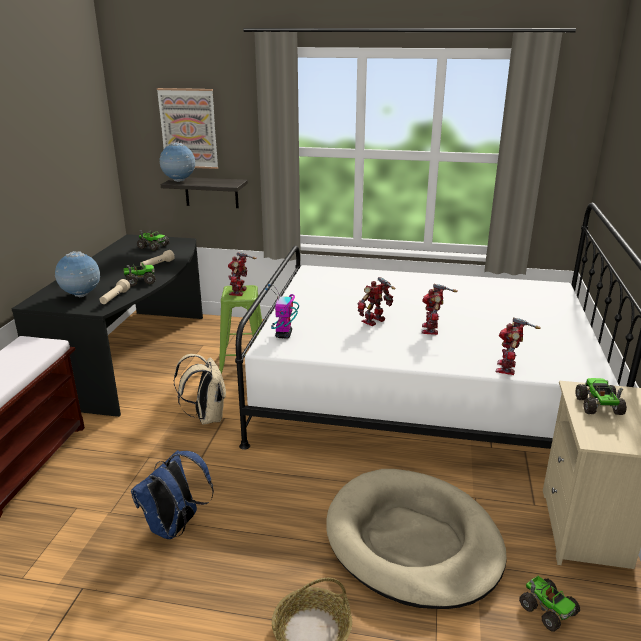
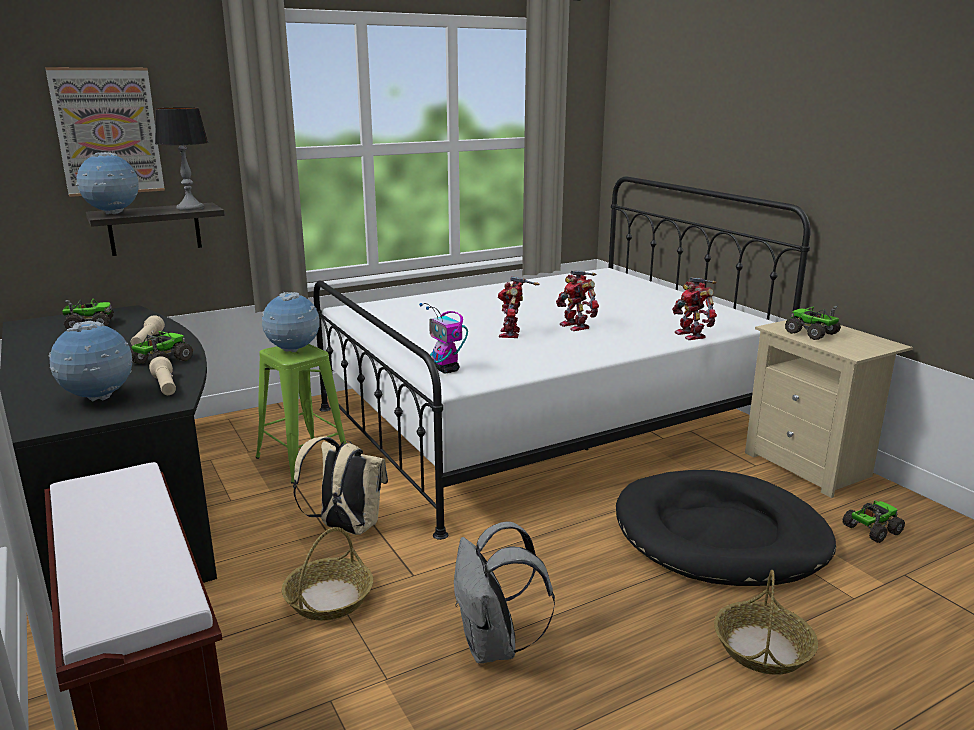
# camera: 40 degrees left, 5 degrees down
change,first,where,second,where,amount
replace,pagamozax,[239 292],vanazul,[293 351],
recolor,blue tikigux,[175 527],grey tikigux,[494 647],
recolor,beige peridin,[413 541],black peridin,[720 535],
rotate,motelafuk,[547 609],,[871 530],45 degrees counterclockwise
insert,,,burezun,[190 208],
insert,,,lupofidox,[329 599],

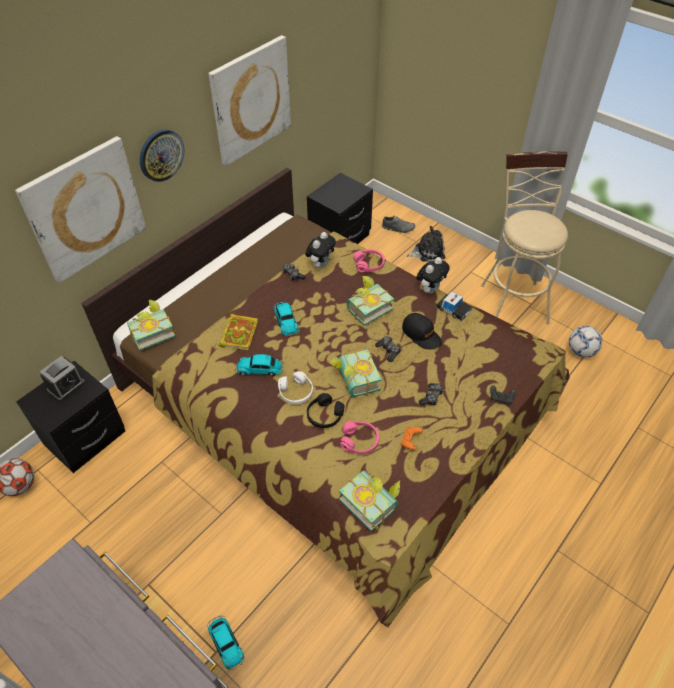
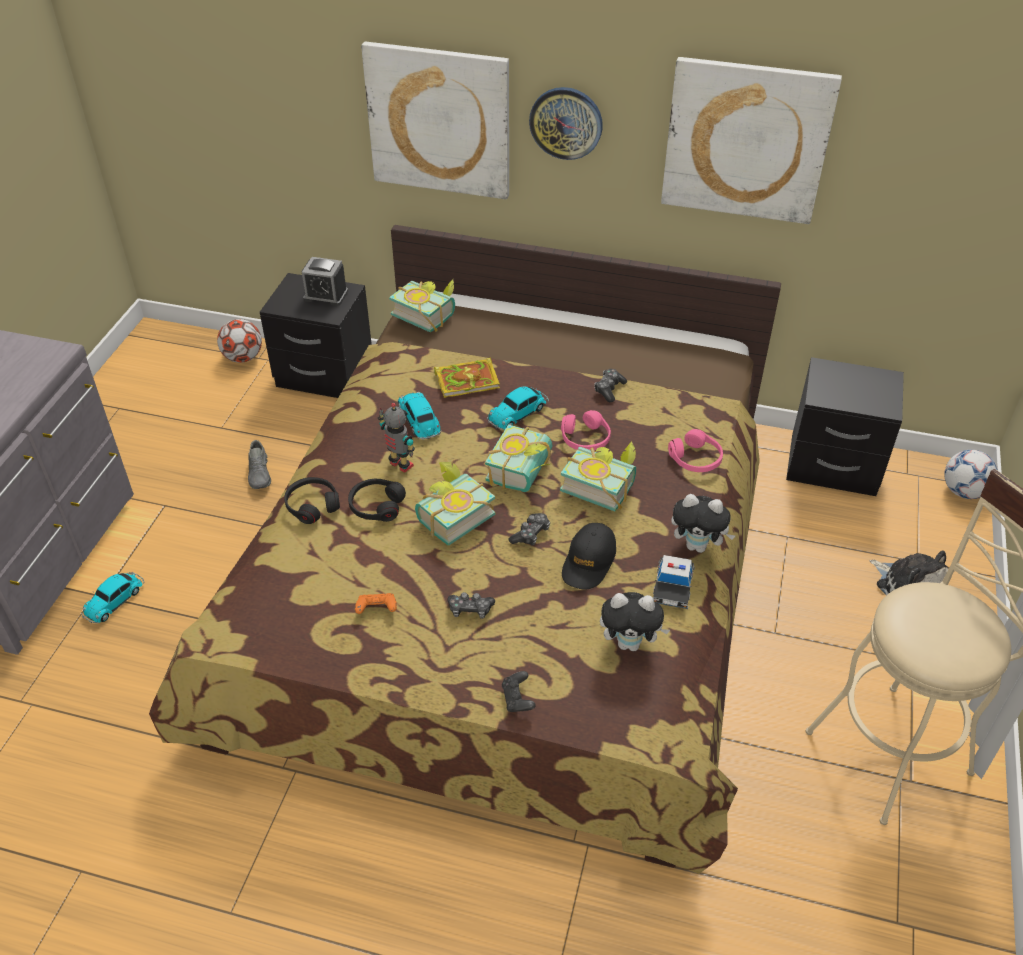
# camera: 65 degrees right, 5 degrees down
change,first,where,second,where,amount
move,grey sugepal,[398 228],,[260 474],
move,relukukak,[320 264],,[630 643],
move,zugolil,[581 351],,[963 491],
replace,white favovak,[296 392],pagamozax,[400 466],
move,pink favovak,[359 441],,[585 438],
move,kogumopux,[372 502],,[525 472],
insert,,,black favovak,[312 505],

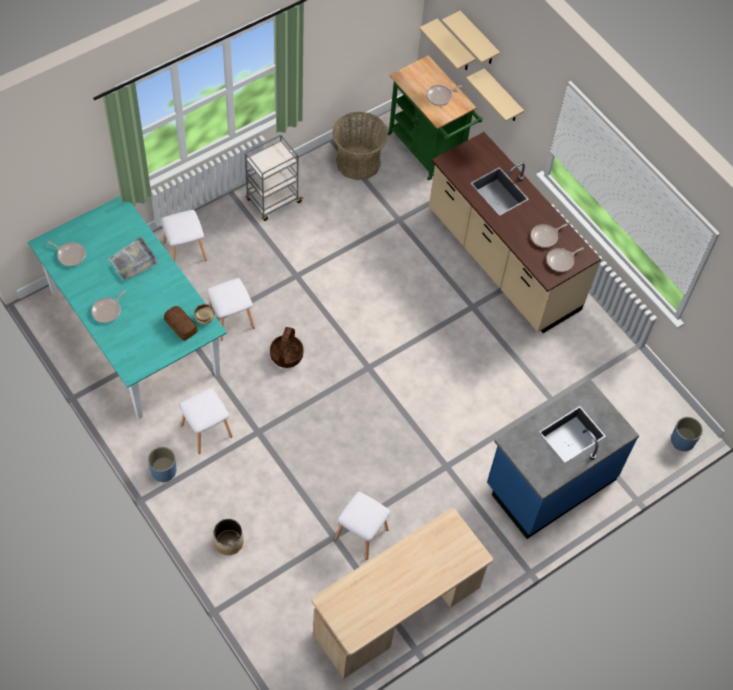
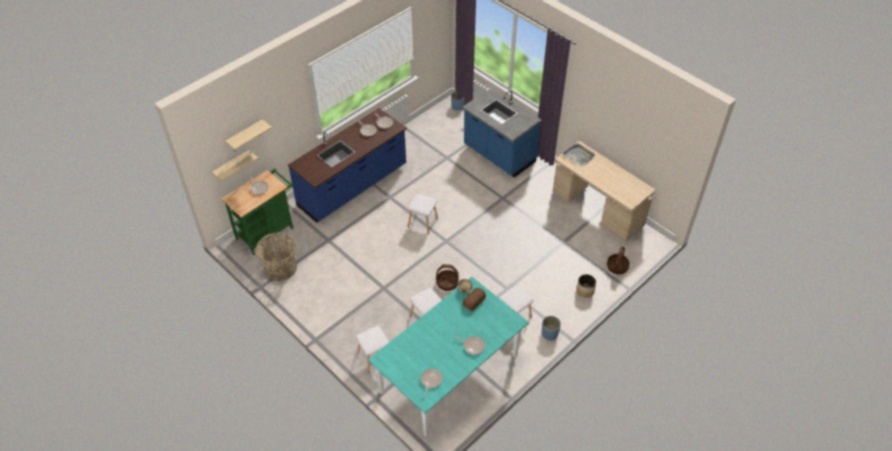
# camera: 95 degrees left, 10 degrees down
change,first,where,second,where,amount
delete,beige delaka,[502 97],,,
recolor,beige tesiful,[502 261],blue tesiful,[353 186],
delete,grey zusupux,[273 201],,,
move,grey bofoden,[133 261],,[578 155],
move,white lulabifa,[361 533],,[422 223],
insert,,,lupofidox,[617 267],

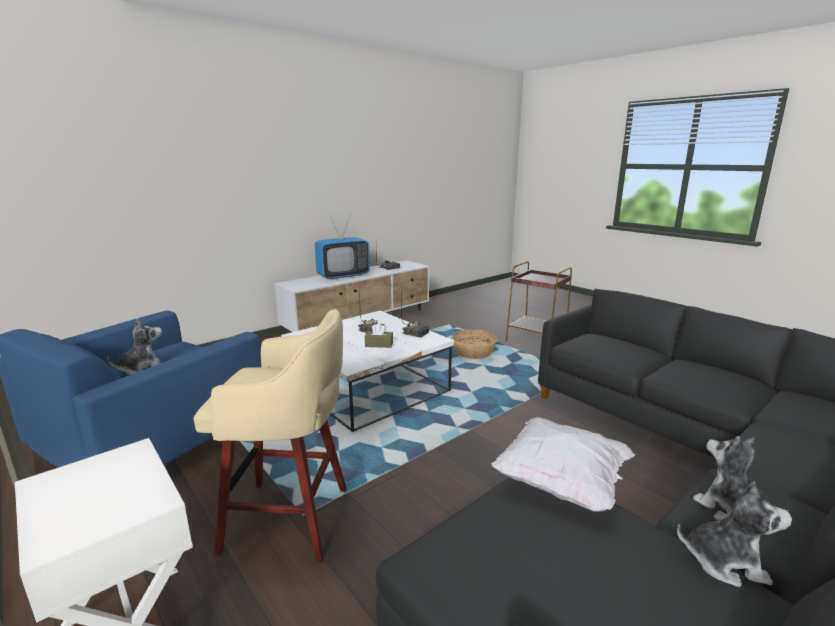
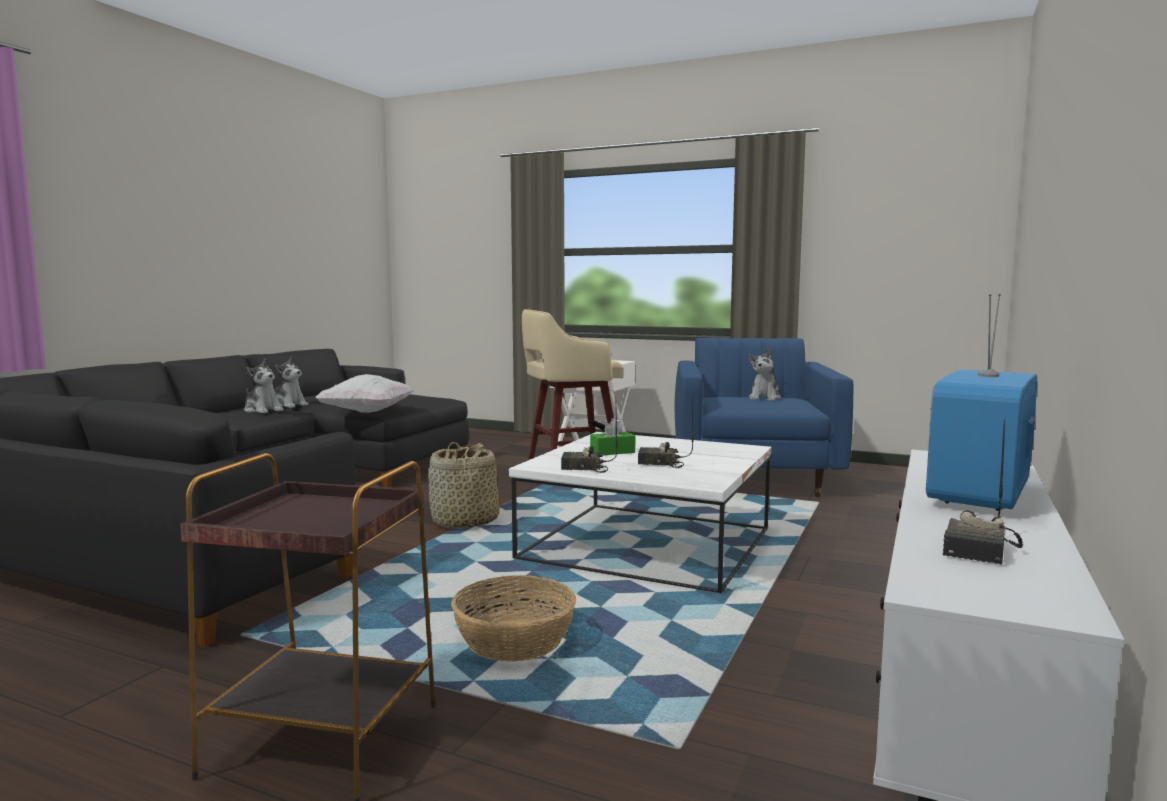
# camera: 155 degrees right, 10 degrees down
change,first,where,second,where,amount
recolor,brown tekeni,[379 344],green tekeni,[612 452],
rotate,relukukak,[724 562],,[288 405],135 degrees counterclockwise
insert,,,lupofidox,[464 522],

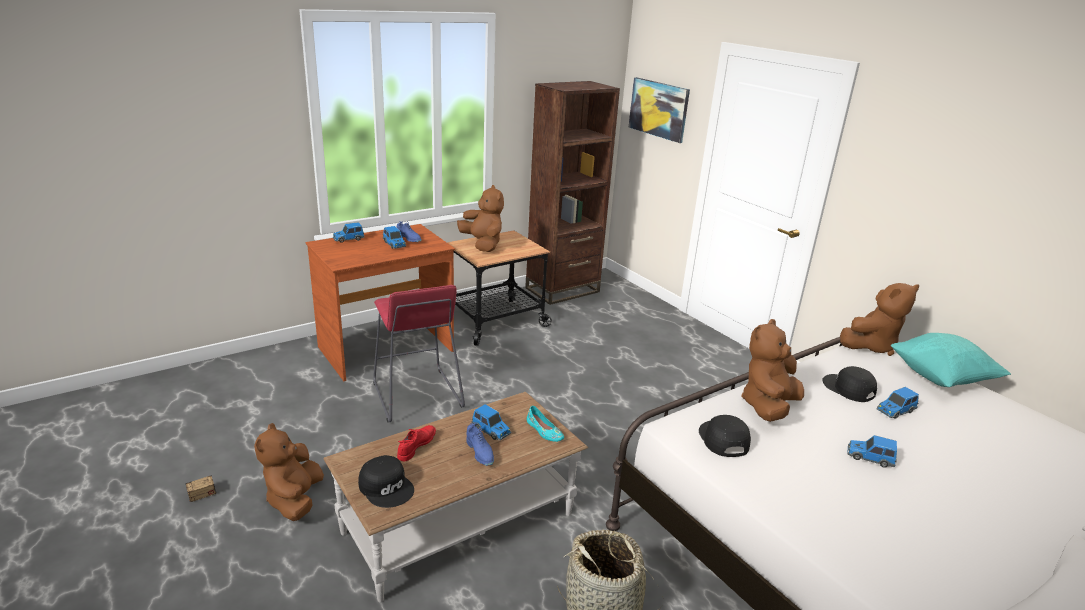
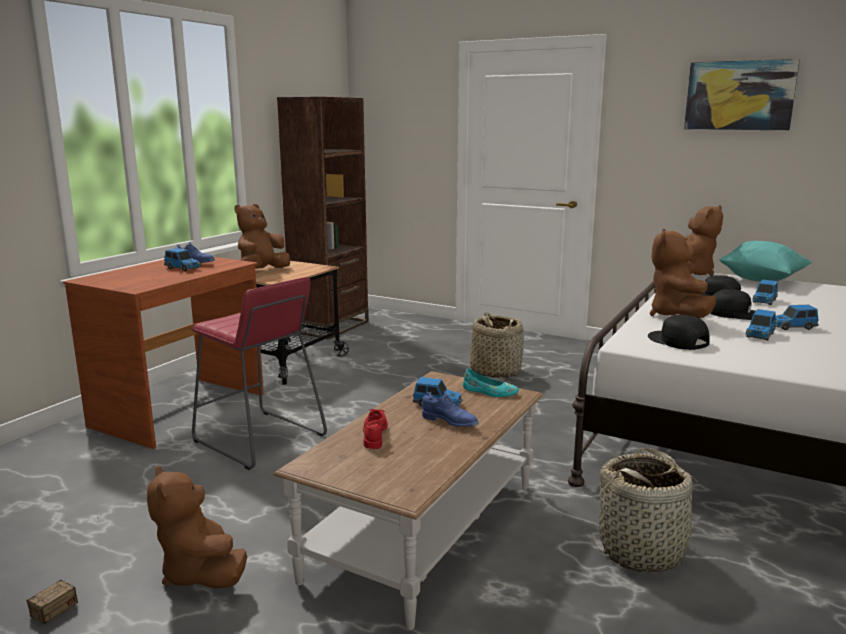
# camera: 25 degrees left, 10 degrees down
change,first,where,second,where,amount
move,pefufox,[659 109],,[739 95],
rotate,brown relukukak,[483 244],,[262 271],90 degrees counterclockwise
move,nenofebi,[348 239],,[759 335],
move,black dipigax,[387 487],,[735 313],
insert,,,lupofidox,[495 371],

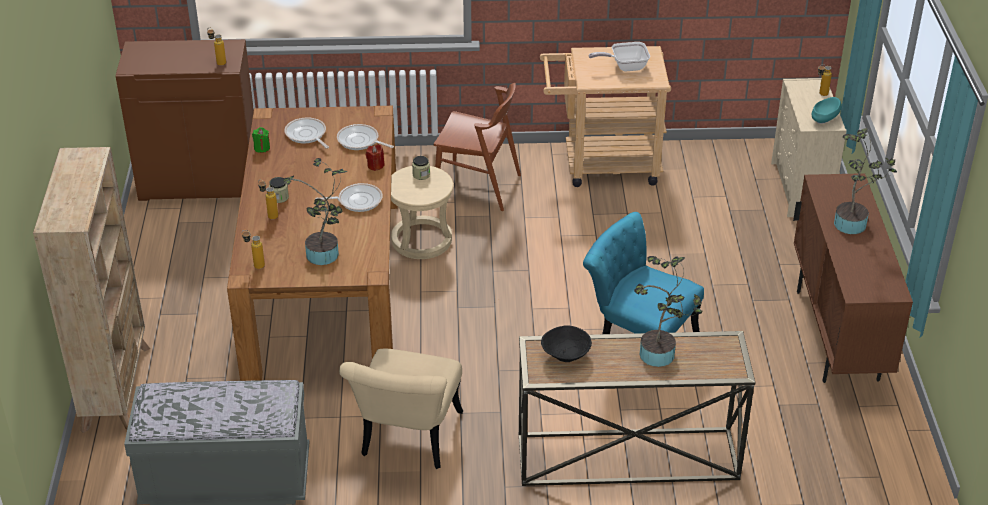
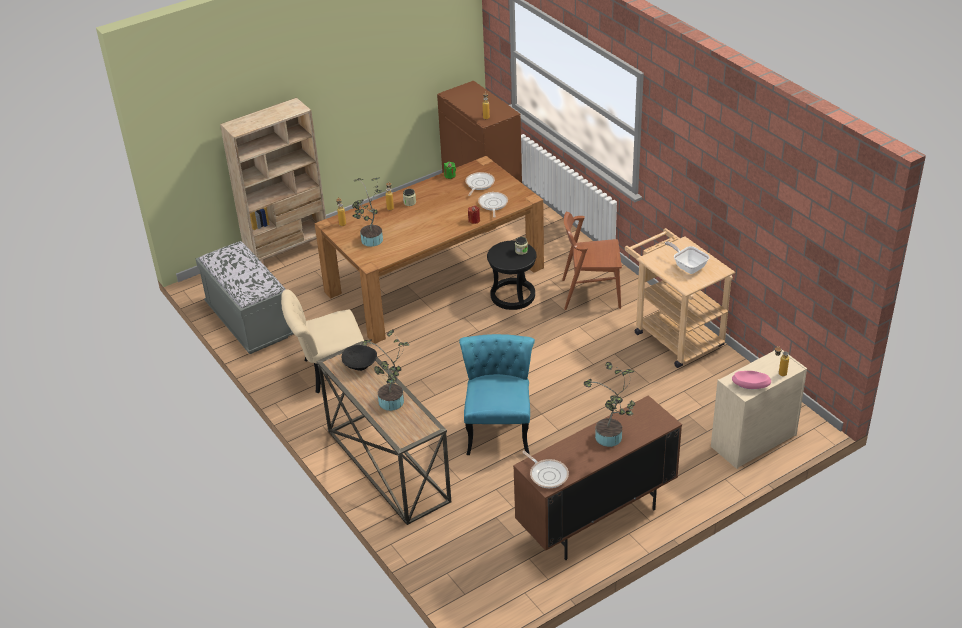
# camera: 60 degrees right, 0 degrees up
change,first,where,second,where,amount
rotate,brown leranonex,[478 186],,[590 293],105 degrees clockwise
recolor,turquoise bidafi,[825 117],pink bidafi,[750 385],
recolor,beige lulabifa,[422 240],black lulabifa,[512 296],
move,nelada,[357 200],,[547 474],

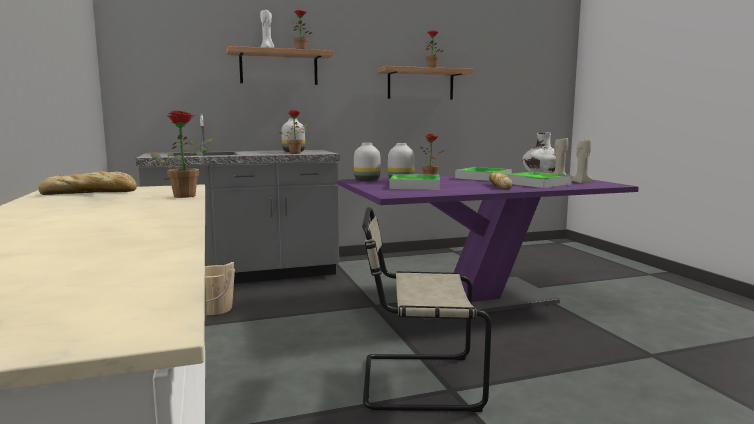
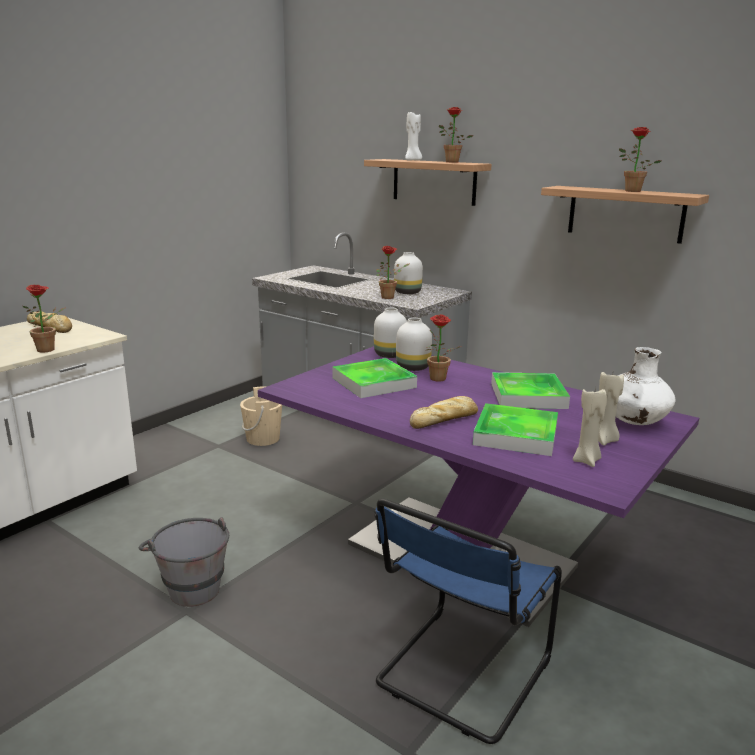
# camera: 55 degrees right, 10 degrees up
change,first,where,second,where,amount
replace,beige leranonex,[415 382],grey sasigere,[190 585],
insert,,,blue leranonex,[460 675],

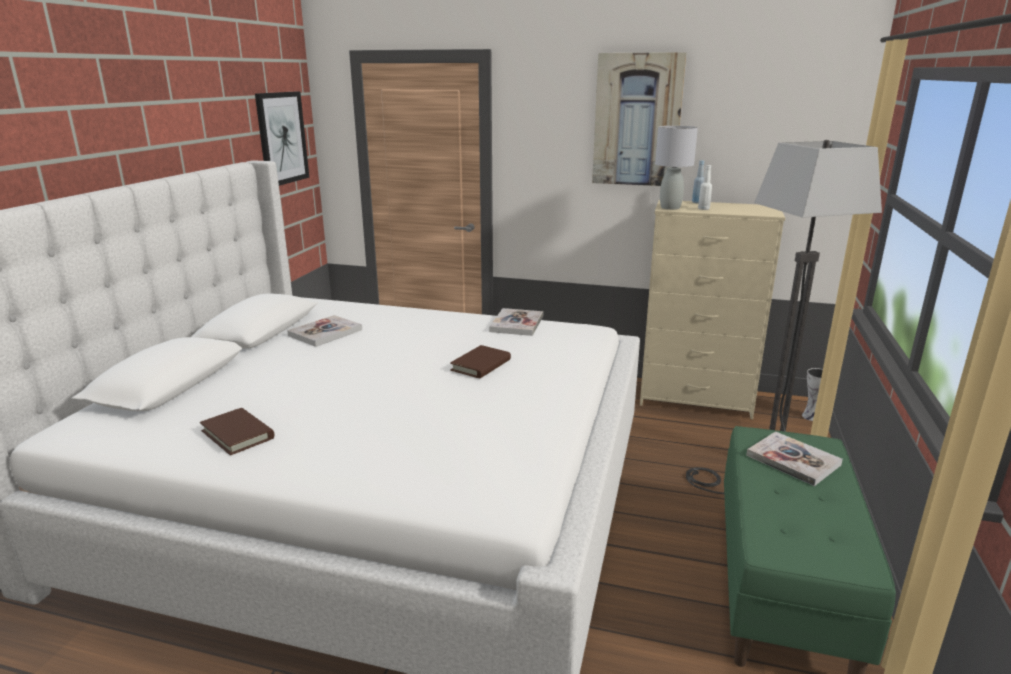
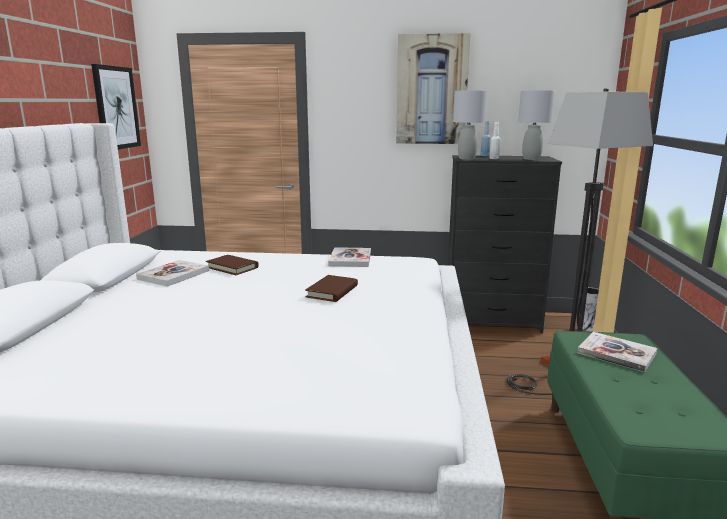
# camera: 10 degrees left, 5 degrees down
change,first,where,second,where,amount
recolor,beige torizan,[696 399],black torizan,[492 321],
move,brown kogumopux,[238 434],,[232 267],
insert,,,grey burezun,[531 159],

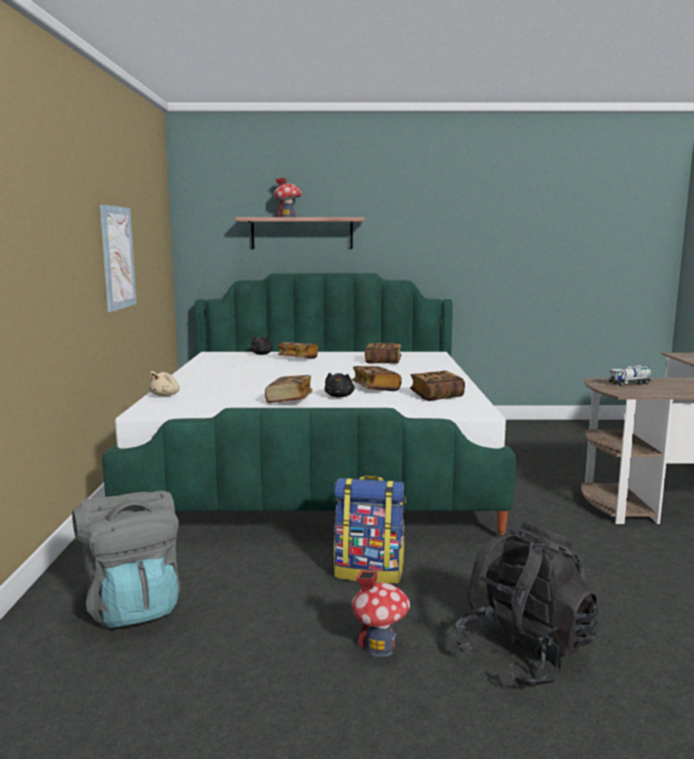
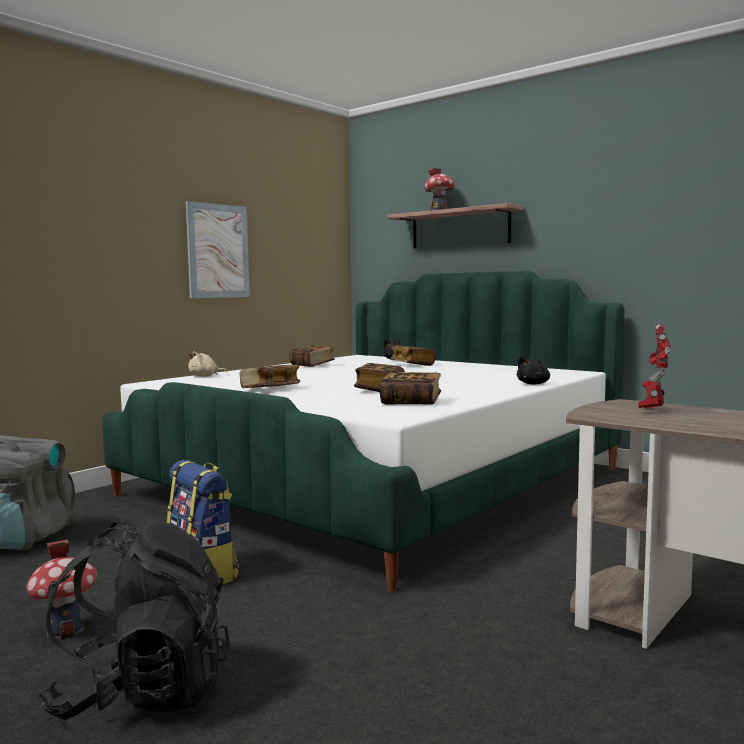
# camera: 40 degrees right, 5 degrees down
change,first,where,second,where,amount
move,kogumopux,[383 361],,[312 365],
replace,motelafuk,[629 384],pagamozax,[652 410],
move,black relukukak,[339 396],,[534 384],

